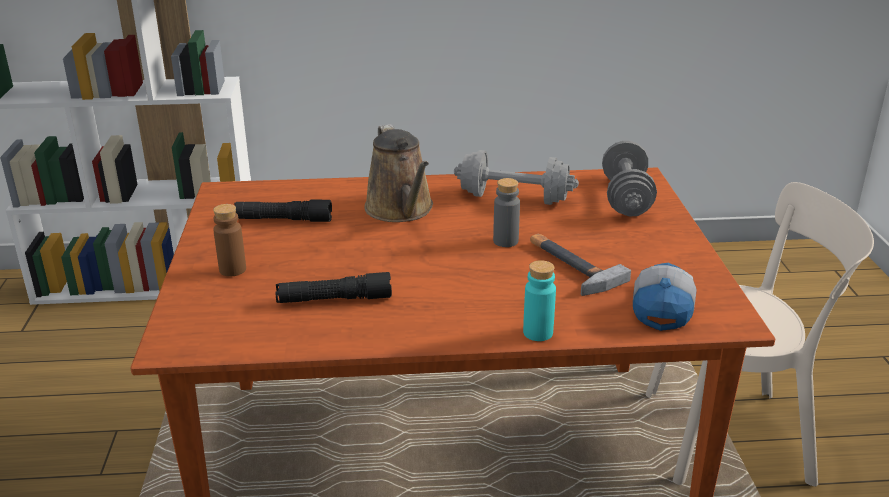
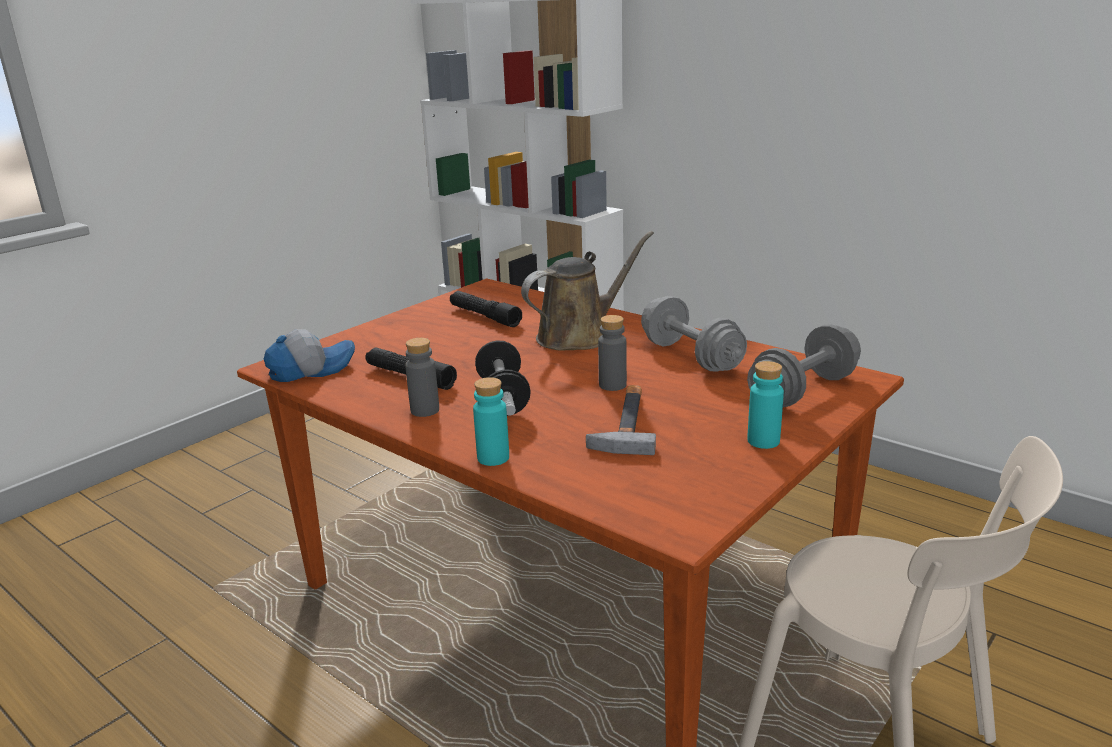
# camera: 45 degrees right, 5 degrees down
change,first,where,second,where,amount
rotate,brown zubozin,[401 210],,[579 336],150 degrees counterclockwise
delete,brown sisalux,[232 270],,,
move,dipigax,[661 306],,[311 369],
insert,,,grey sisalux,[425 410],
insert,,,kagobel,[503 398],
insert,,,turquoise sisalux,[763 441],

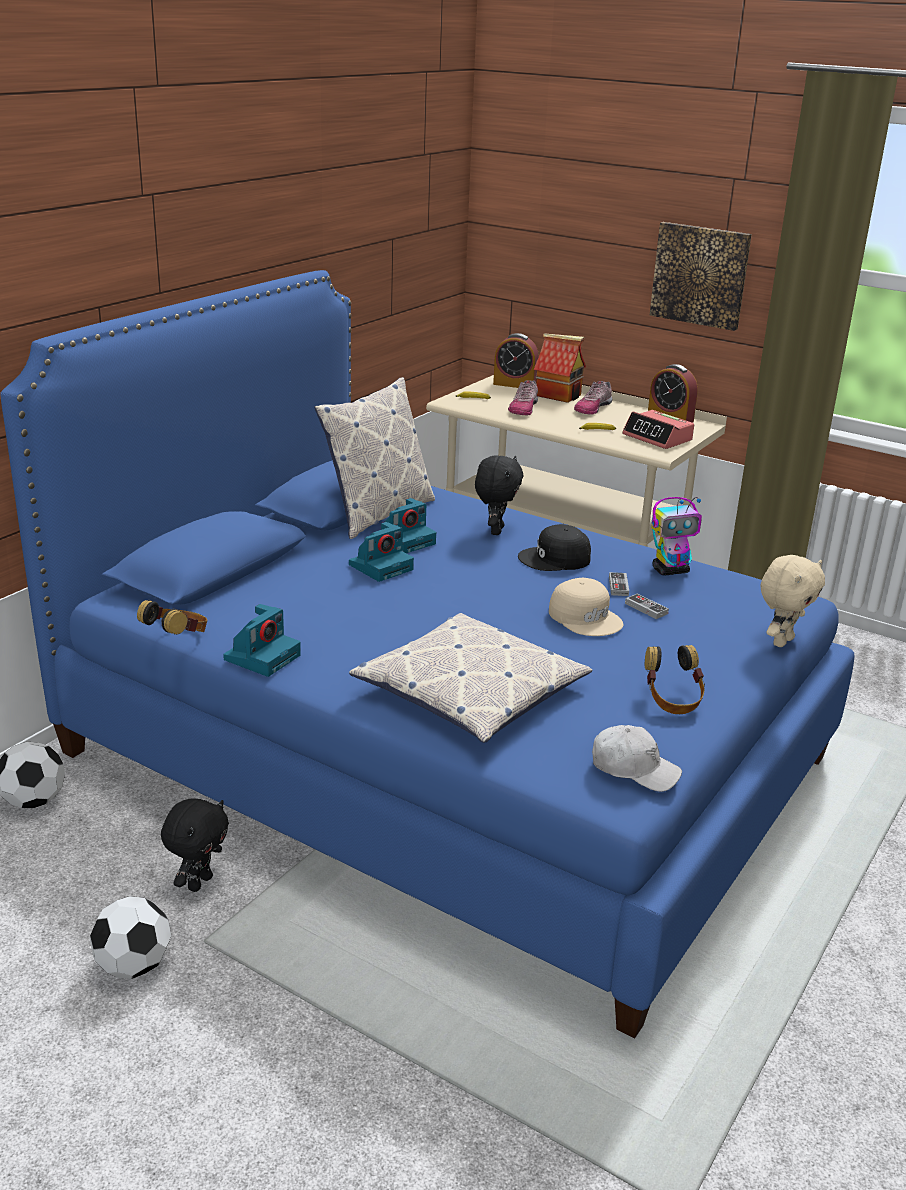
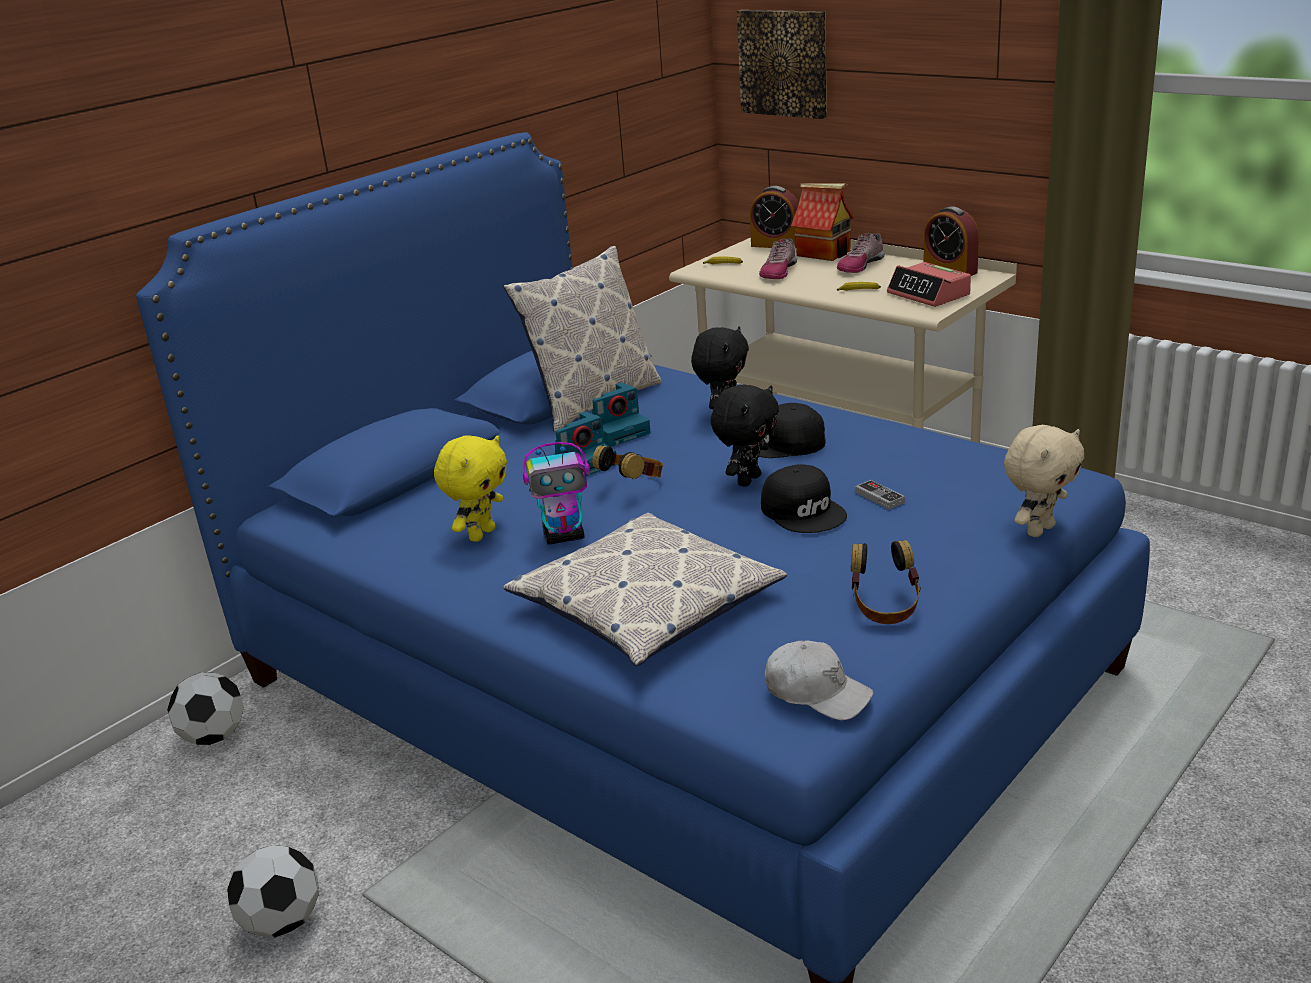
# camera: 10 degrees right, 0 degrees up
change,first,where,second,where,amount
move,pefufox,[700 275],,[784 63],
move,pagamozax,[671 570],,[565 536],
delete,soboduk,[618 586],,,
recolor,beige dipigax,[586 617],black dipigax,[804 511],
move,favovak,[178 639],,[633 485],
delete,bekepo,[262 656],,,
move,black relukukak,[199 882],,[747 480],
insert,,,yellow relukukak,[481 534],

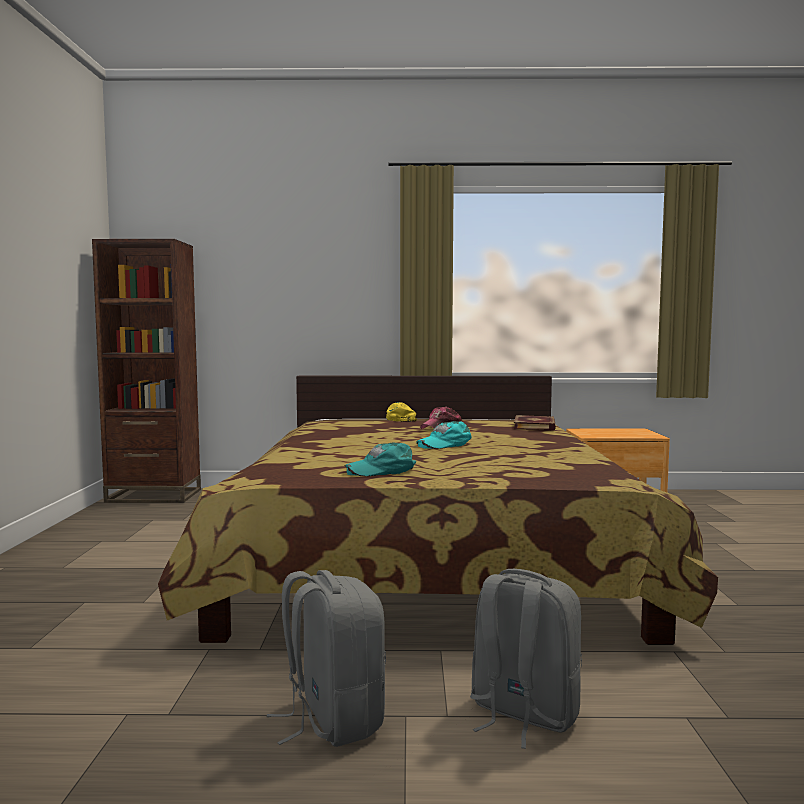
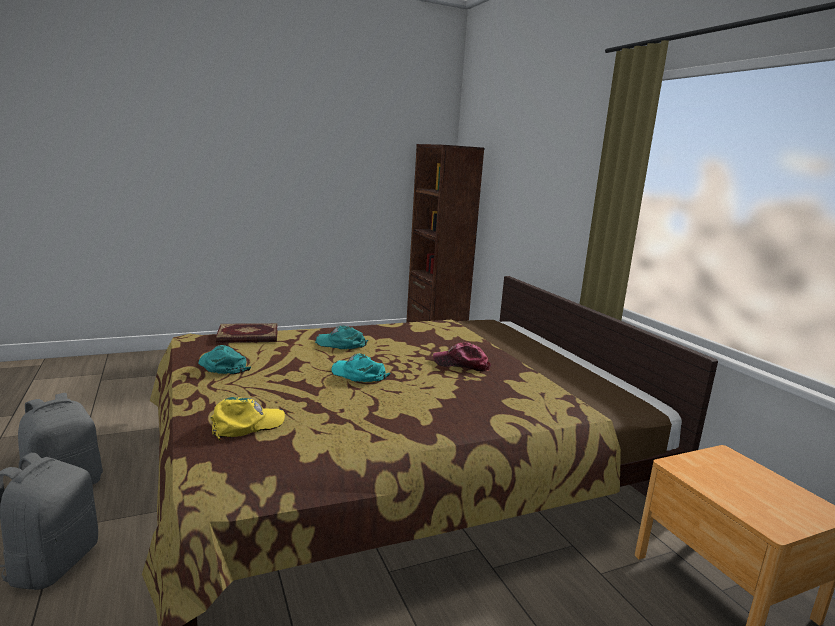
# camera: 65 degrees right, 10 degrees up
change,first,where,second,where,amount
move,yellow dipigax,[400 419],,[247 424],
move,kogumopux,[535 426],,[248 336],
insert,,,turquoise dipigax,[341 343],

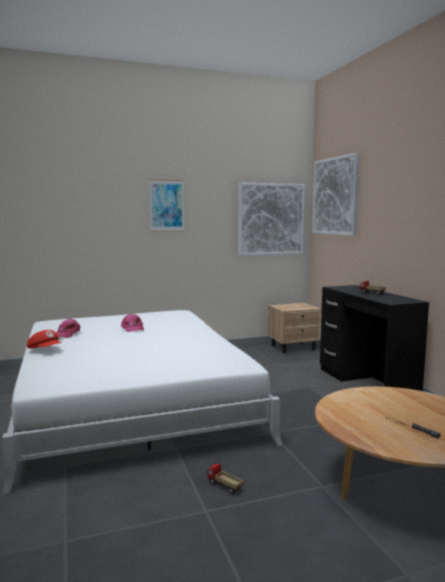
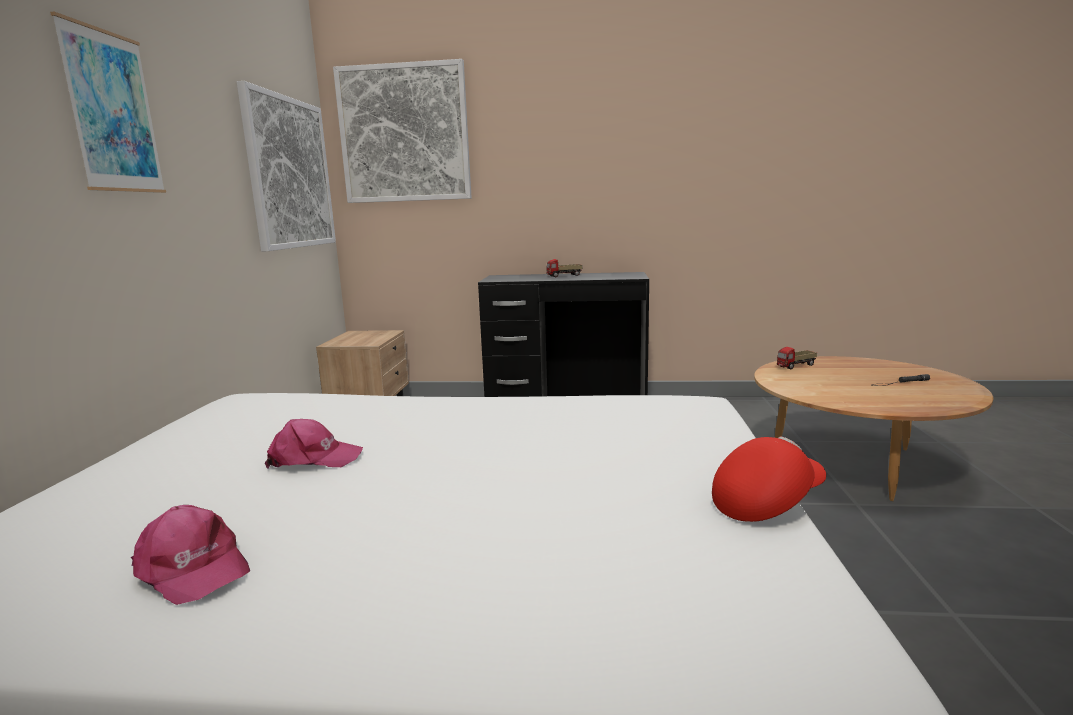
# camera: 65 degrees left, 5 degrees up
change,first,where,second,where,amount
move,red dipigax,[45 350],,[766 501],
move,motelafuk,[224 486],,[796 366],

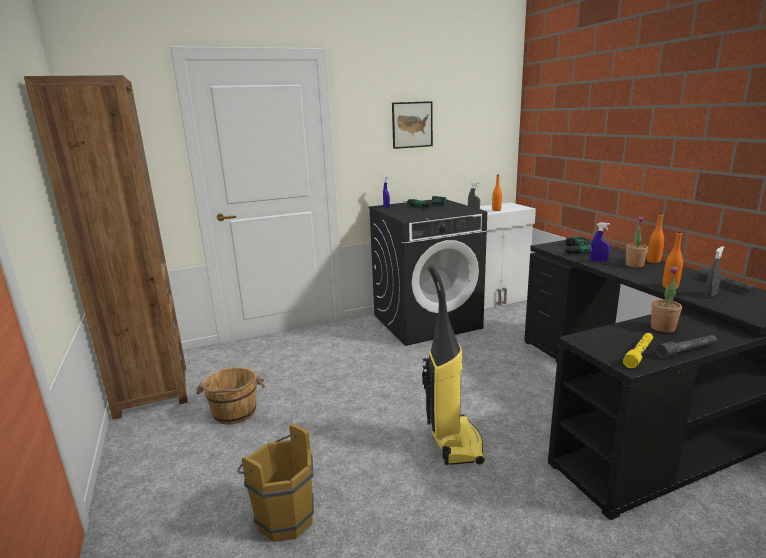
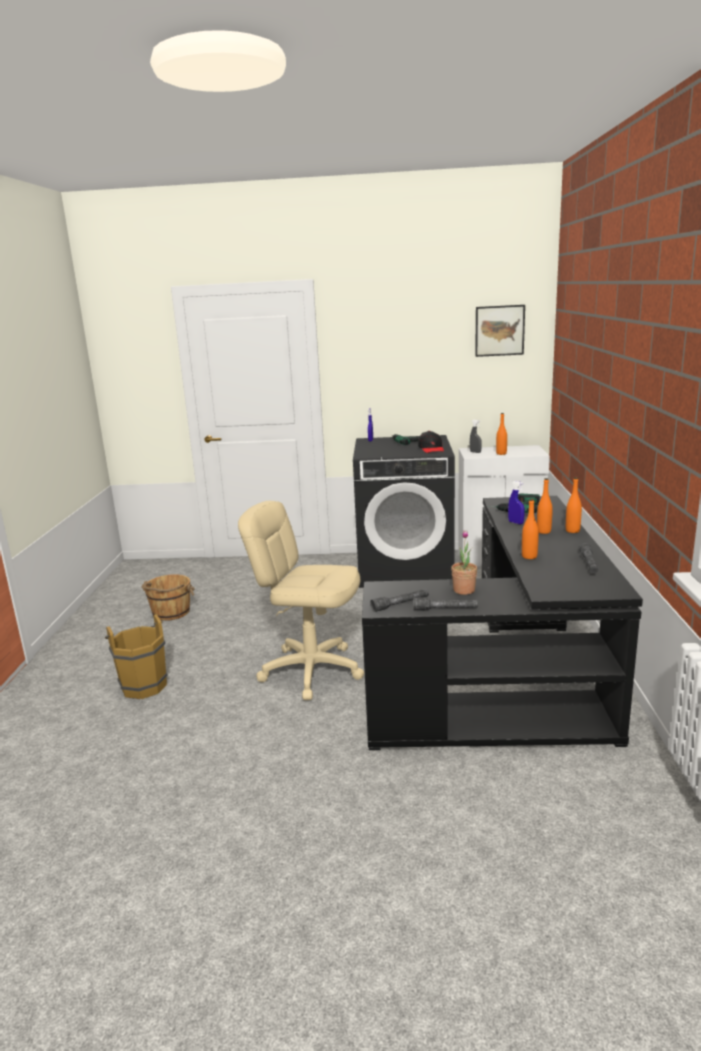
# camera: 25 degrees right, 0 degrees up
change,first,where,second,where,amount
delete,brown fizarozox,[152 391],,,
move,pefufox,[412 125],,[499 330],
replace,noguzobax,[634 265],orange sisalux,[543 531],
delete,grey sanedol,[710 294],,,
replace,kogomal,[454 442],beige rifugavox,[311 670],
recolor,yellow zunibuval,[639 354],grey zunibuval,[400 604],
insert,,,black dipigax,[431 448],

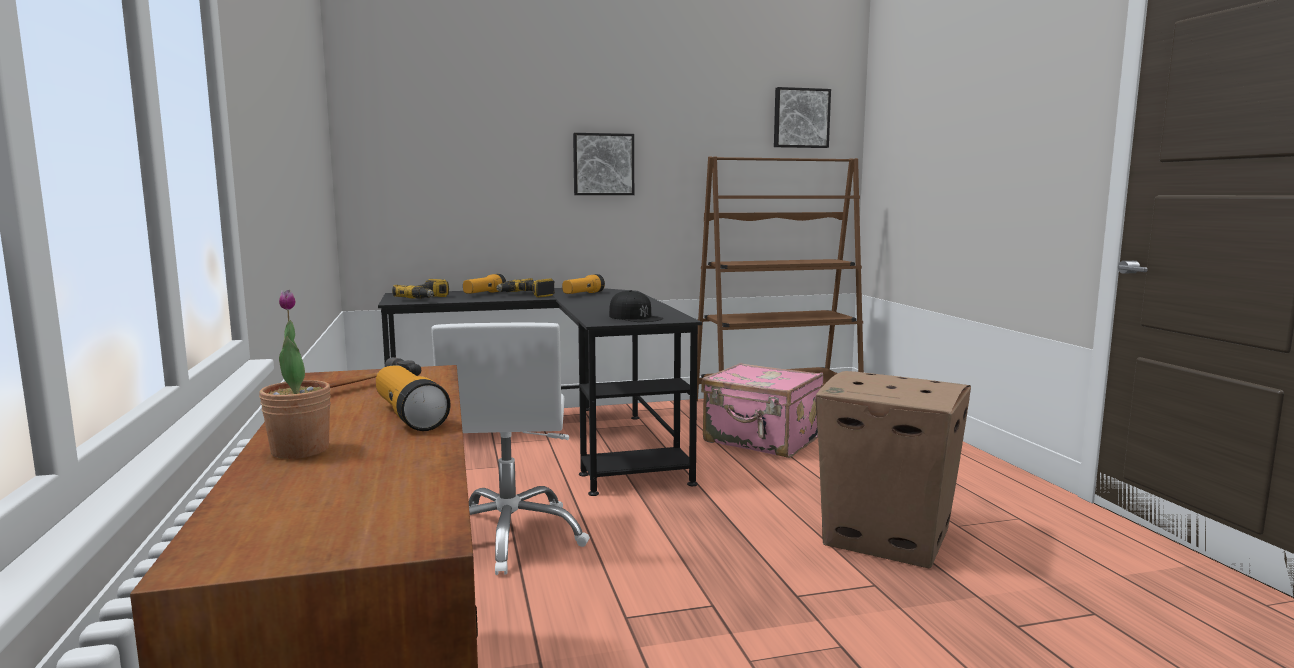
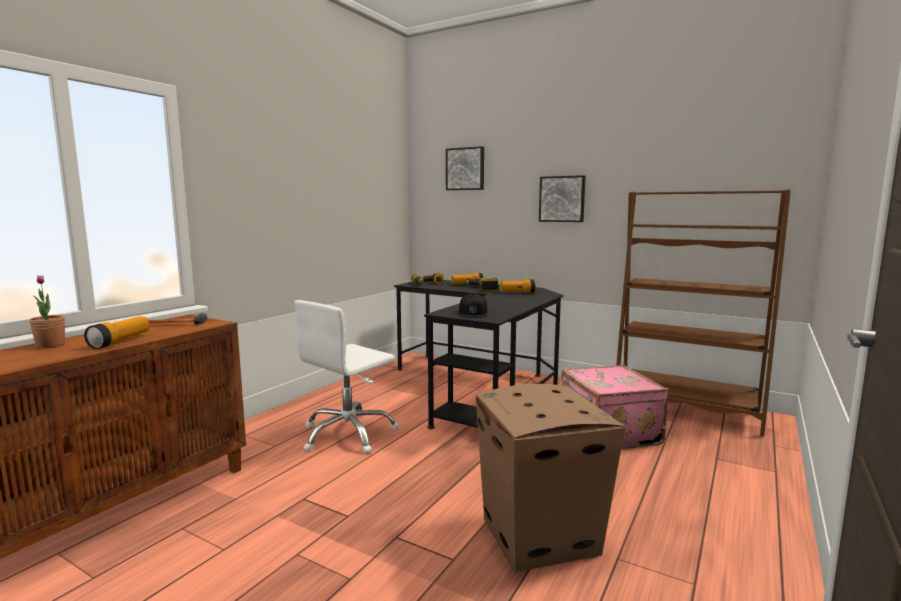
# camera: 45 degrees right, 0 degrees up
change,first,where,second,where,amount
move,pefufox,[800 118],,[465 169],

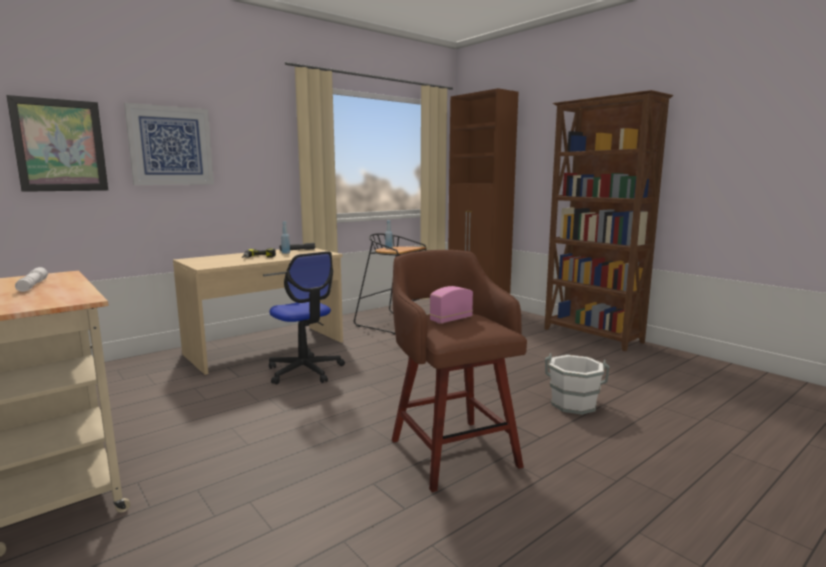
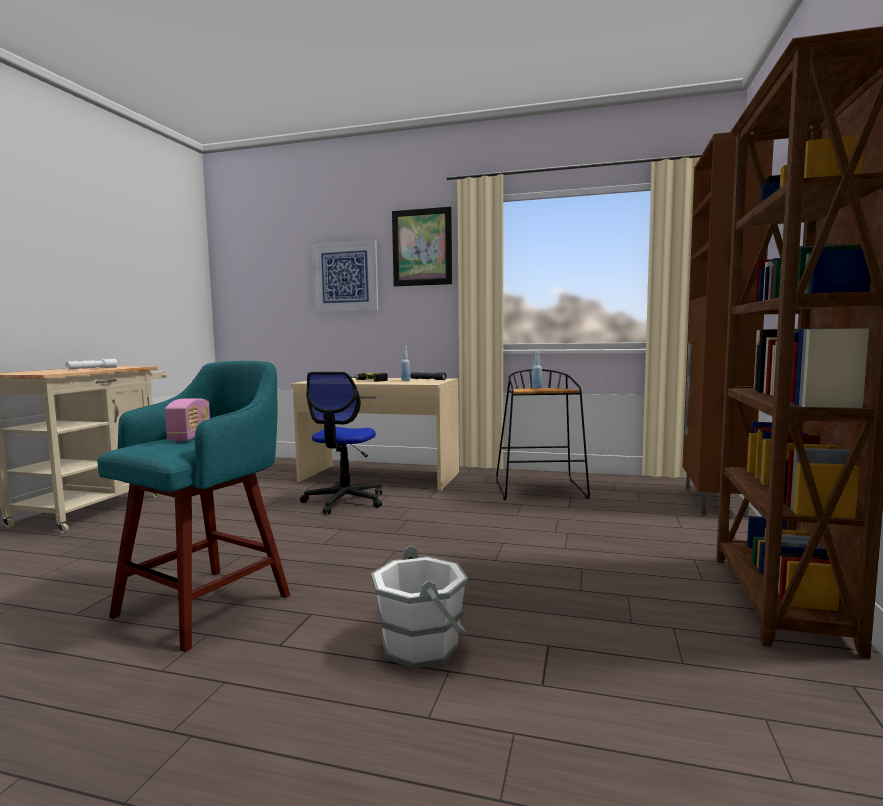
# camera: 55 degrees right, 5 degrees down
change,first,where,second,where,amount
move,pefufox,[60 145],,[422 247],
recolor,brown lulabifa,[452 450],turquoise lulabifa,[208 603],
rotate,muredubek,[451 319],,[190 437],75 degrees clockwise

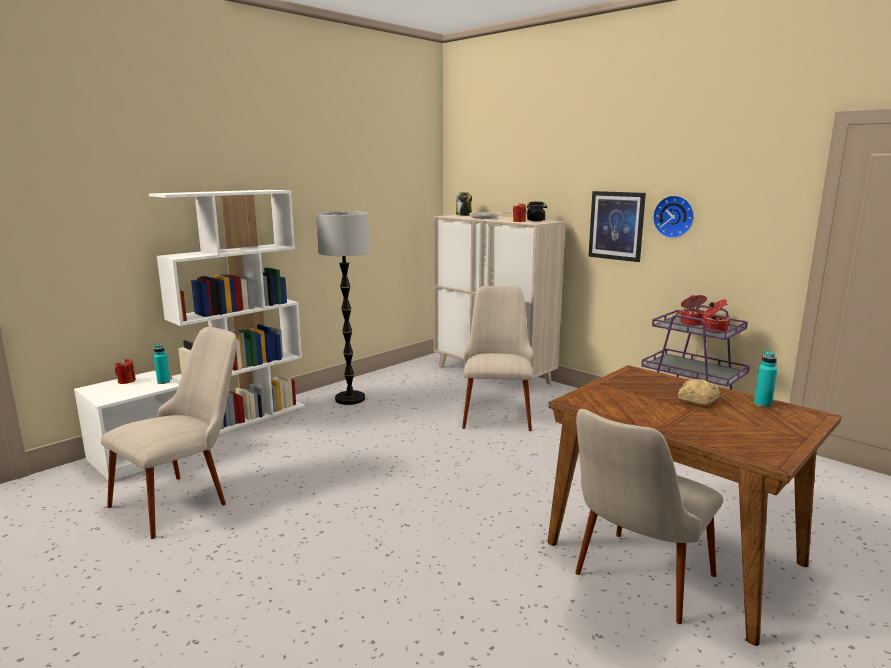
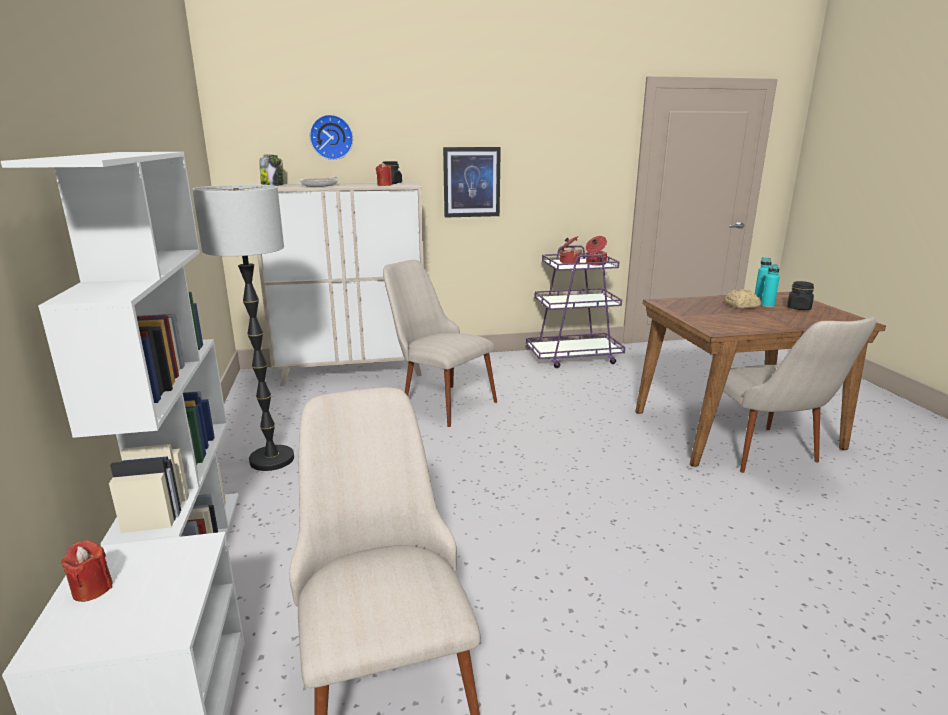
# camera: 55 degrees left, 5 degrees up
change,first,where,second,where,amount
move,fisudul,[674 216],,[331 137],
move,turquoise sisalux,[163 382],,[767 305],
insert,,,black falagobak,[798 308],

